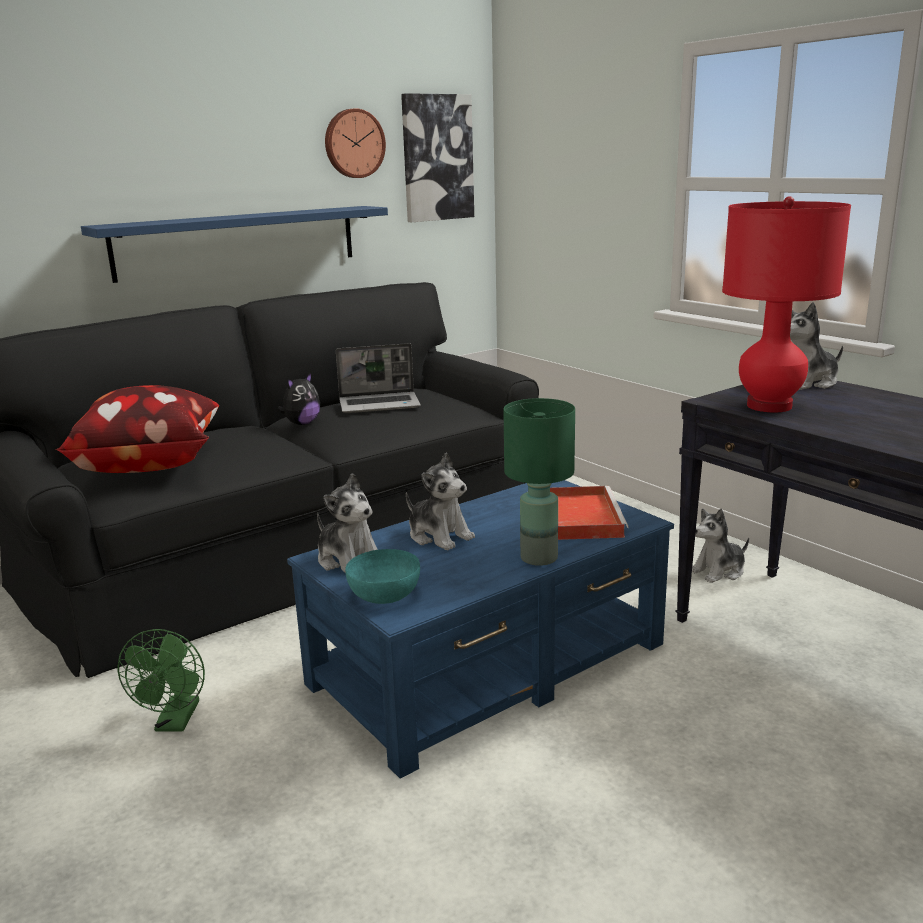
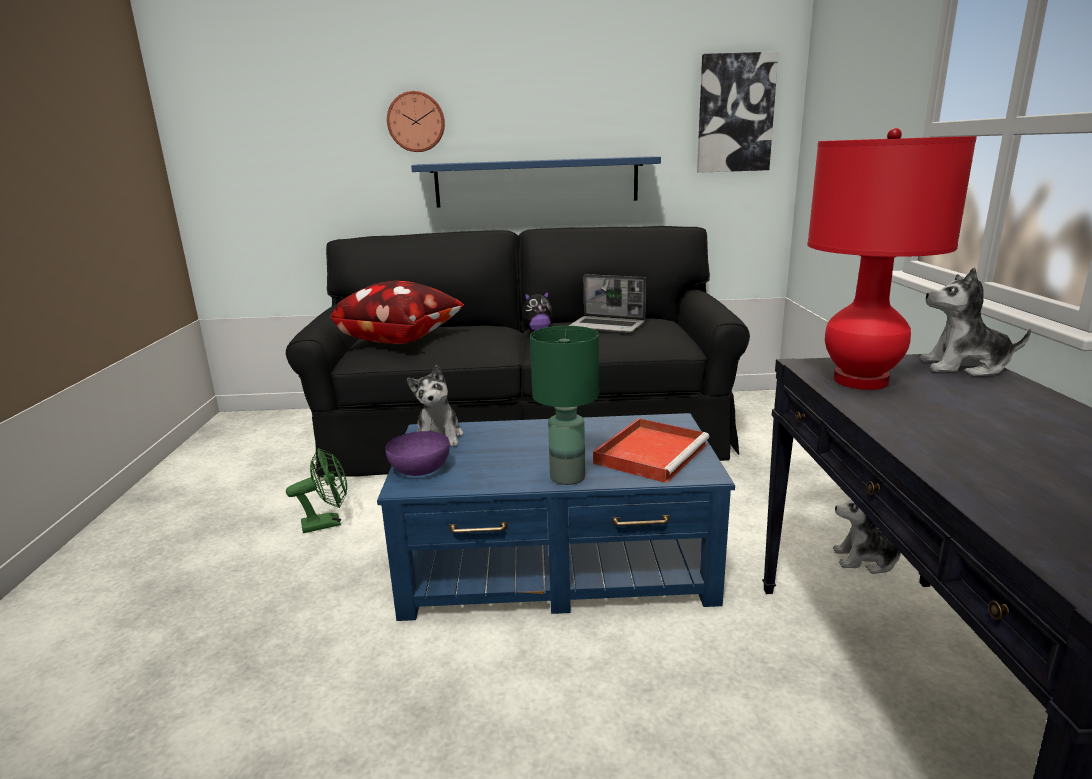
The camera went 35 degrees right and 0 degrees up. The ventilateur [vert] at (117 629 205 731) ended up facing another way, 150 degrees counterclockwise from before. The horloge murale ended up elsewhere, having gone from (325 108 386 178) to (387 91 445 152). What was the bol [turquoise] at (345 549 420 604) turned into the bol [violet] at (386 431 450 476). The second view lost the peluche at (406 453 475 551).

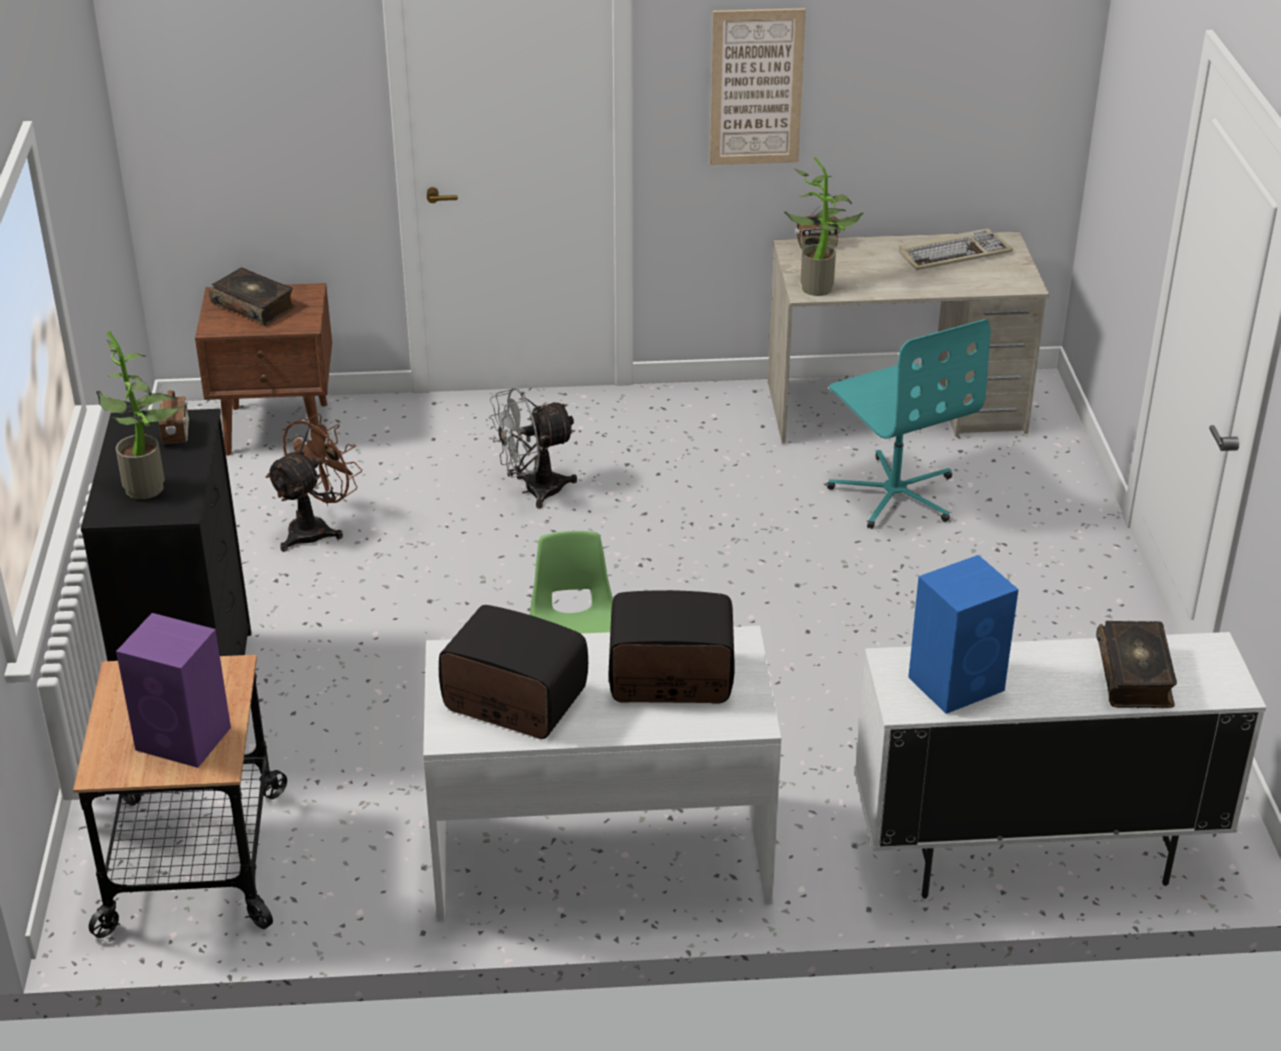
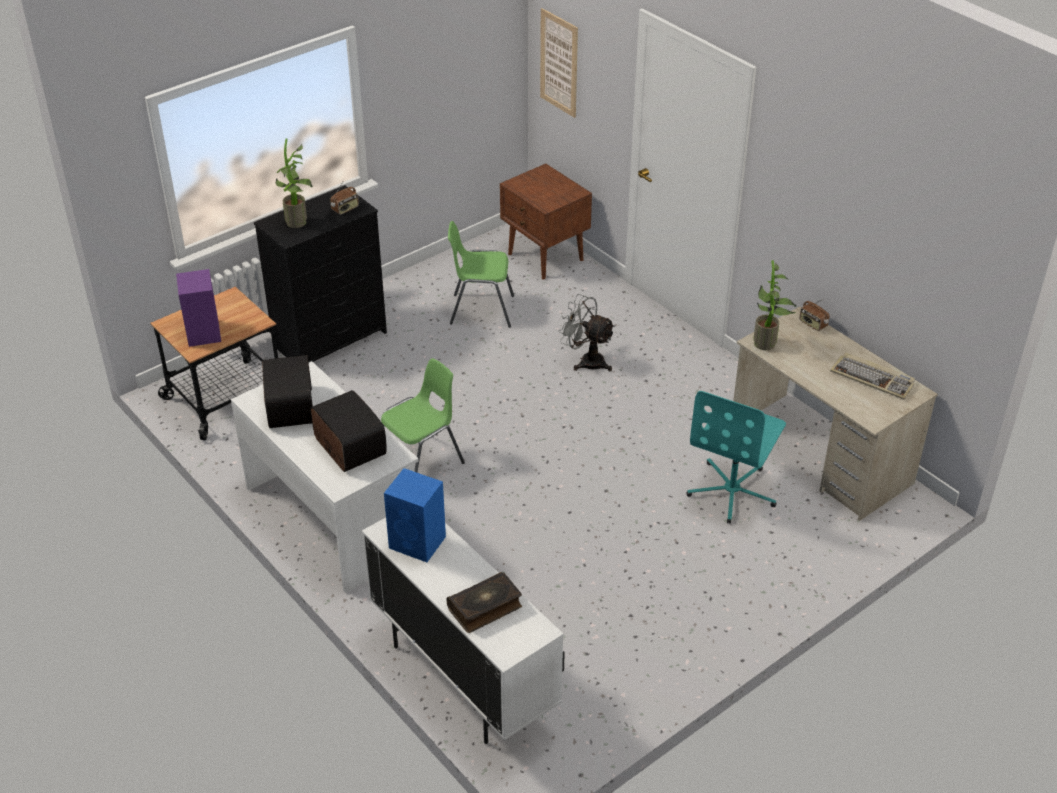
The camera went 55 degrees right and 5 degrees up. The second view lost the livre at (209 268 296 326). Where the ventilateur [marron] stood at (265 413 362 552), the chaise [vert] came to stand at (448 221 514 328). The tableau ended up elsewhere, having gone from (710 8 806 165) to (540 8 578 118).

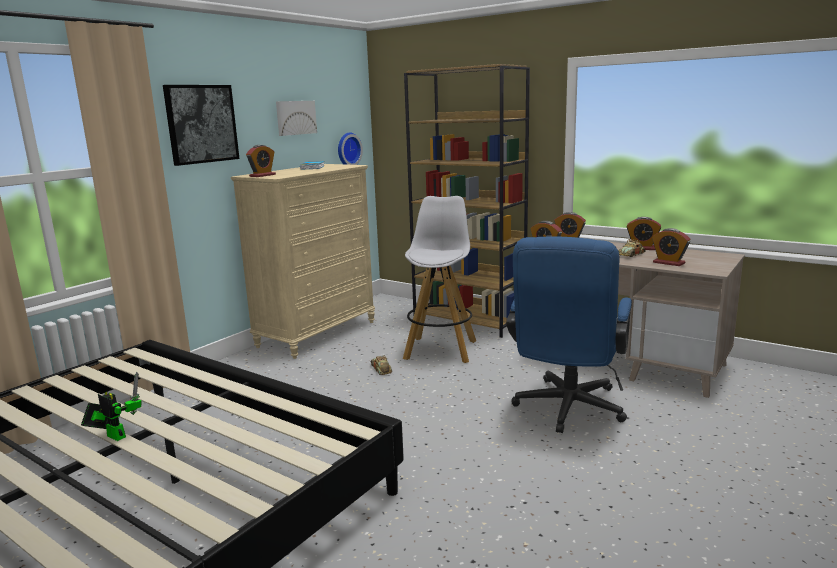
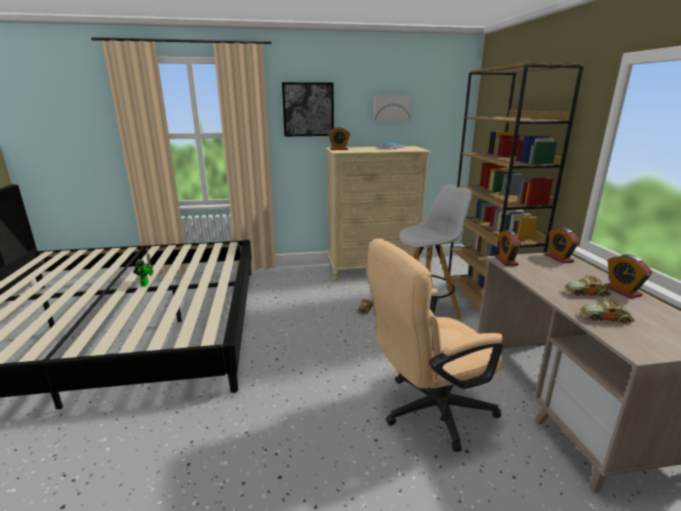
The camera went 45 degrees right and 5 degrees up. The second view lost the horloge murale at (338 132 363 165). What was the chaise de bureau [bleu] at (506 236 632 433) turned into the chaise de bureau [beige] at (367 239 503 452). Where the réveil stood at (652 228 690 266), the petite voiture came to stand at (580 298 635 323).

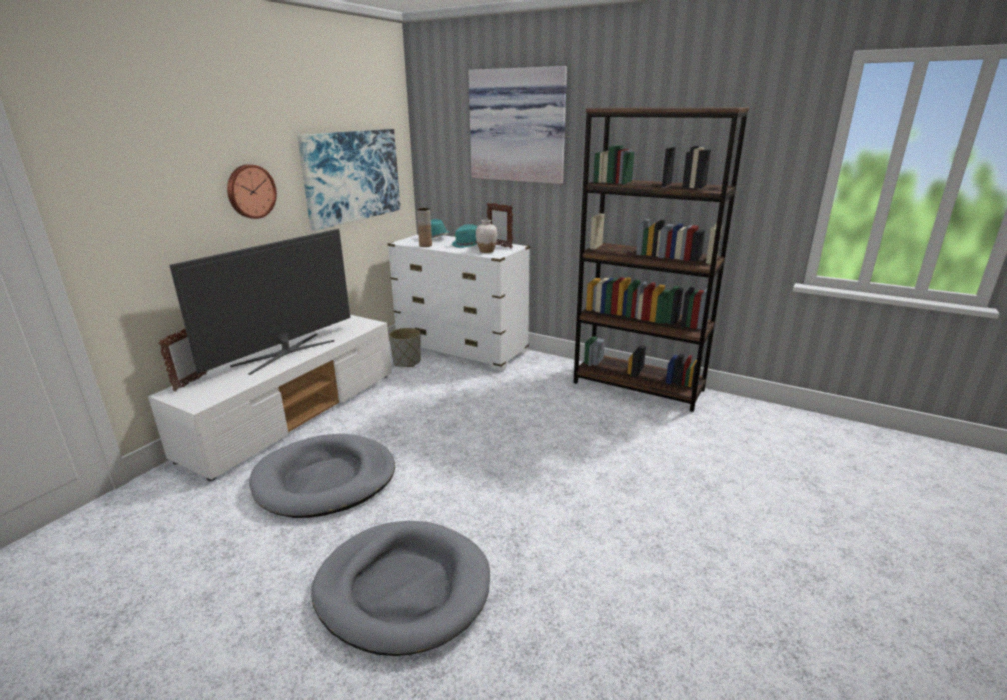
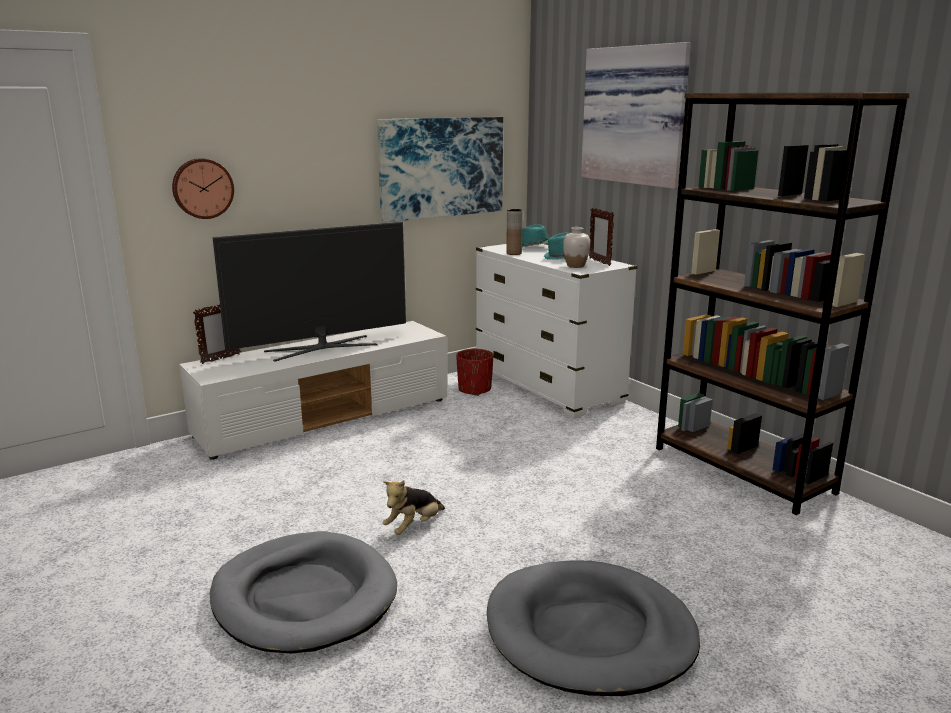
The camera went 25 degrees right and 5 degrees down. The horloge murale ended up elsewhere, having gone from (227 164 277 219) to (172 158 234 219). The panier pour chien [gris] ended up elsewhere, having gone from (249 434 395 518) to (487 560 700 696). What was the cache-pot [gris] at (389 328 421 367) turned into the cache-pot [rouge] at (456 349 493 396). The second view gained the peluche at (383 480 445 535).

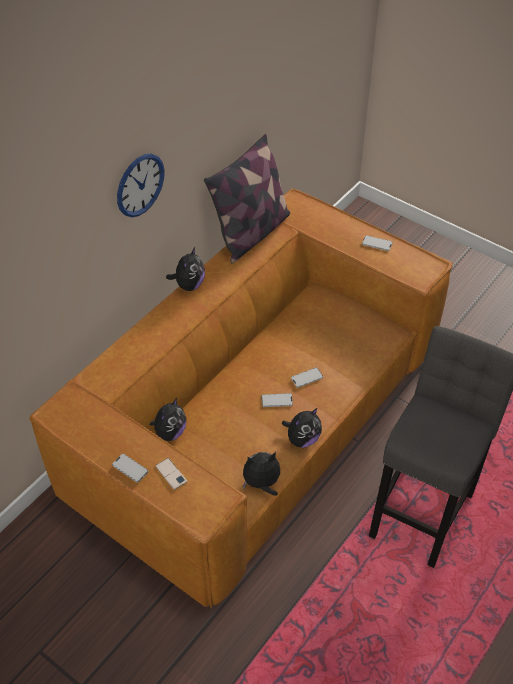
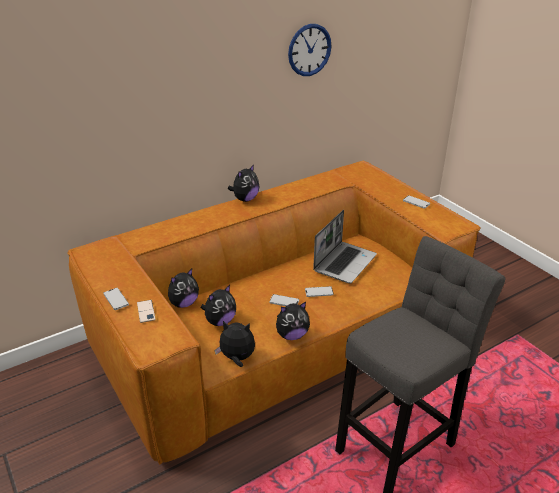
The camera went 20 degrees right and 15 degrees down. The horloge murale ended up elsewhere, having gone from (117 154 165 217) to (288 24 332 76). The second view lost the coussin at (204 134 290 264). The second view gained the peluche at (201 285 236 326). The second view gained the ordinateur portable at (313 210 377 283).

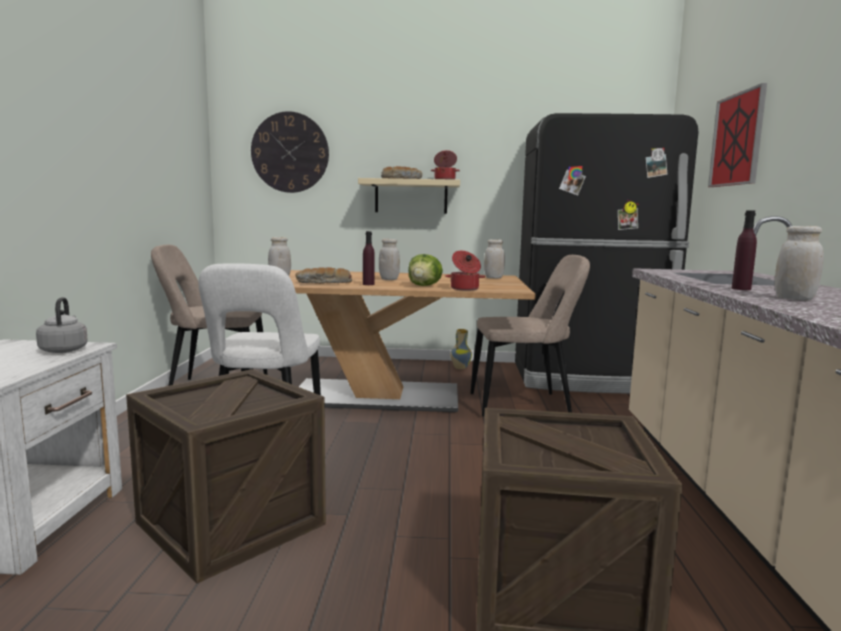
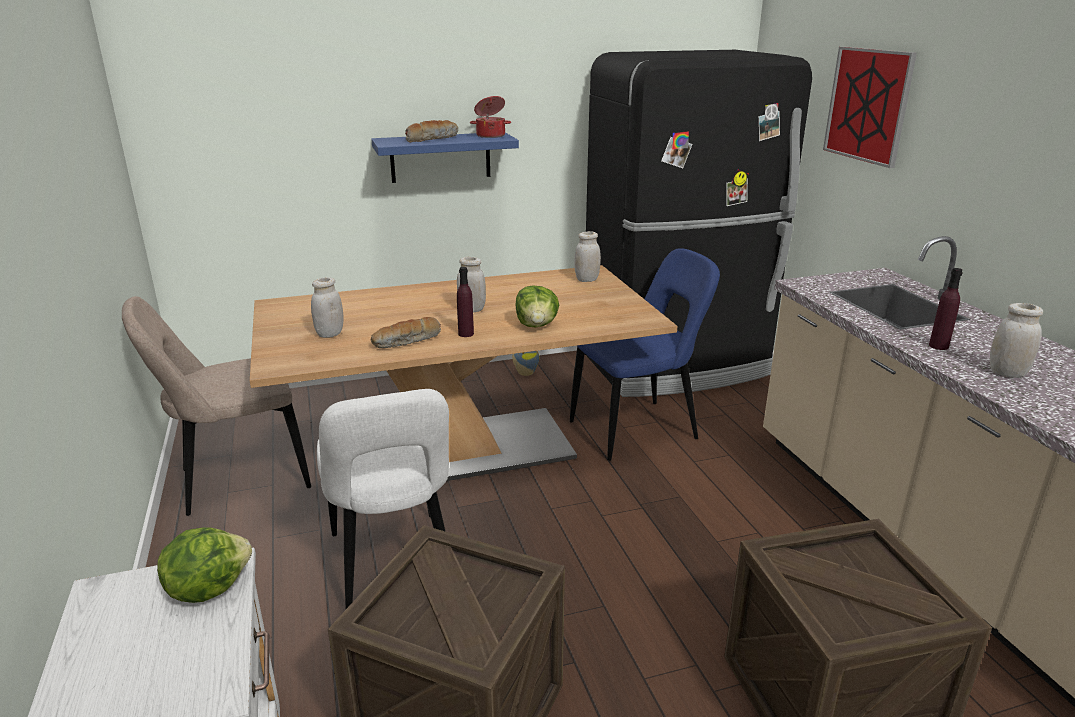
The camera went 20 degrees left and 15 degrees up. Where the bouilloire [gris] stood at (36 297 88 353), the laitue came to stand at (157 527 252 603). The second view lost the horloge murale at (251 111 329 193). What was the étagère [beige] at (358 178 460 214) turned into the étagère [bleu] at (371 133 519 183). The second view lost the marmite at (445 251 485 291). What was the chaise [beige] at (470 255 590 416) turned into the chaise [bleu] at (570 248 720 461).

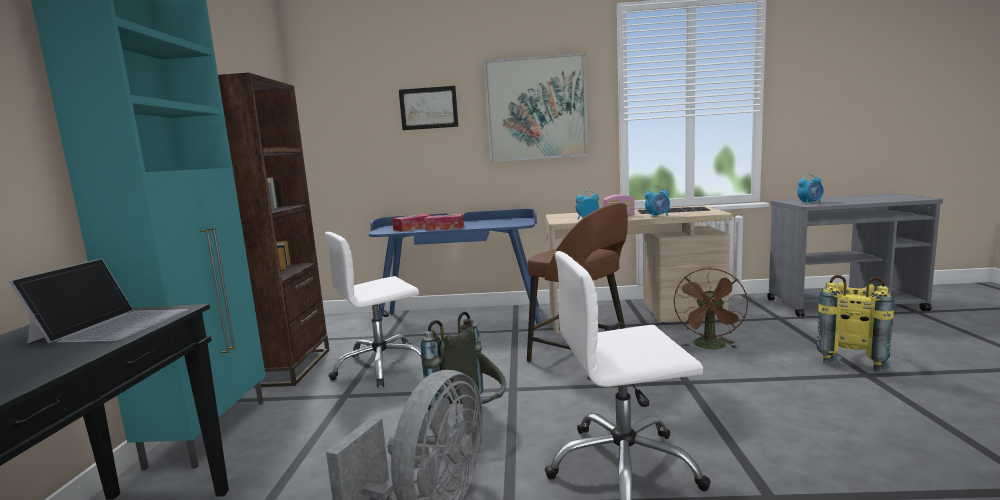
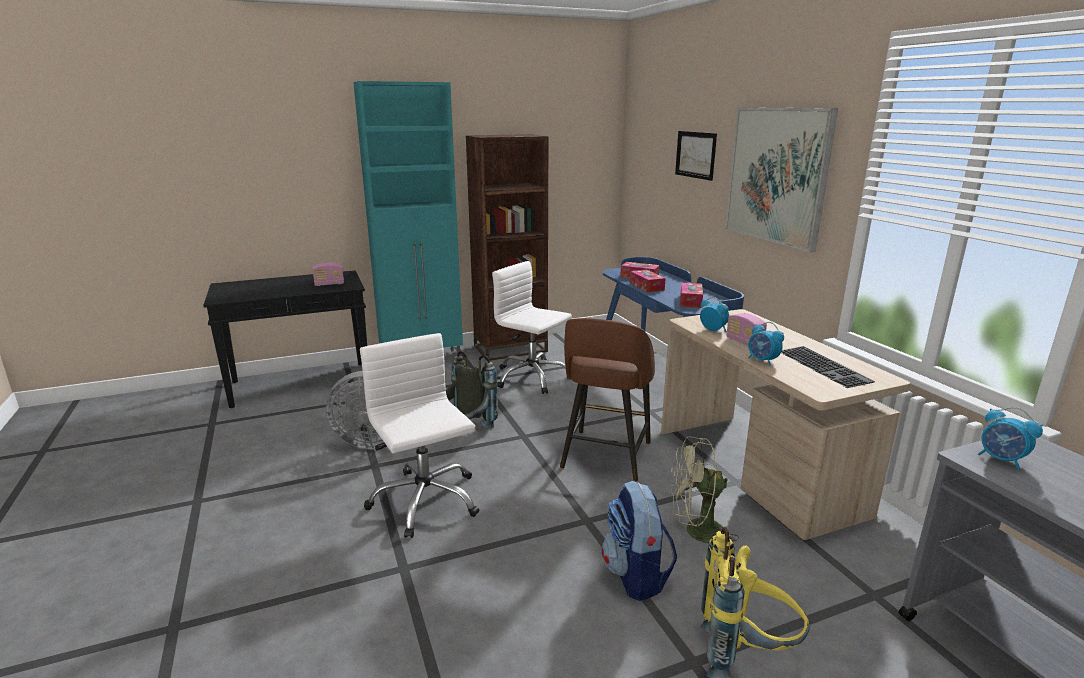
The camera went 65 degrees right and 10 degrees up. Where the ordinateur portable stood at (9 259 188 344), the radio came to stand at (313 262 344 286). What was the ventilateur [marron] at (674 268 748 349) turned into the ventilateur [vert] at (670 436 739 551). The second view gained the sac à dos at (602 480 677 601). The second view gained the boîte à mouchoirs at (680 283 703 308).

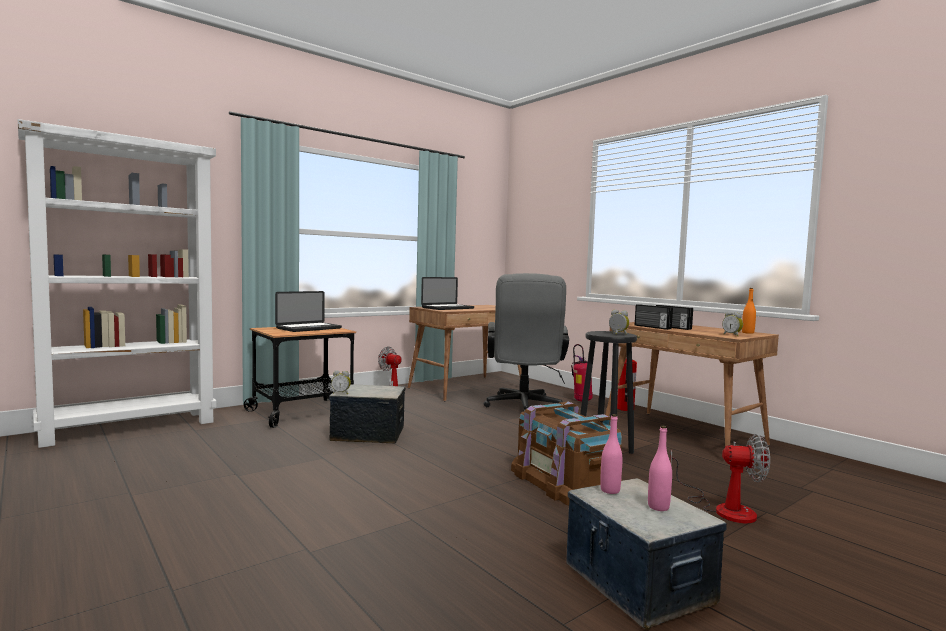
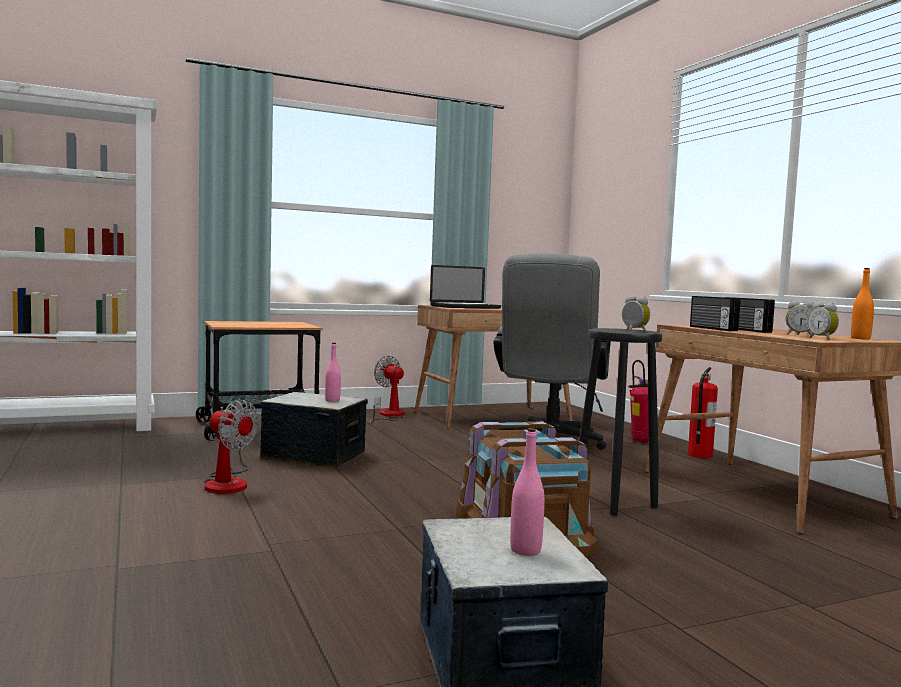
The camera went 15 degrees right and 0 degrees up. The second view lost the ordinateur portable at (275 291 342 332). The réveil ended up elsewhere, having gone from (331 370 351 394) to (786 301 814 335). The bouteille [rose] ended up elsewhere, having gone from (600 414 622 494) to (325 343 341 402). The ventilateur ended up elsewhere, having gone from (670 434 770 524) to (204 399 259 494).

